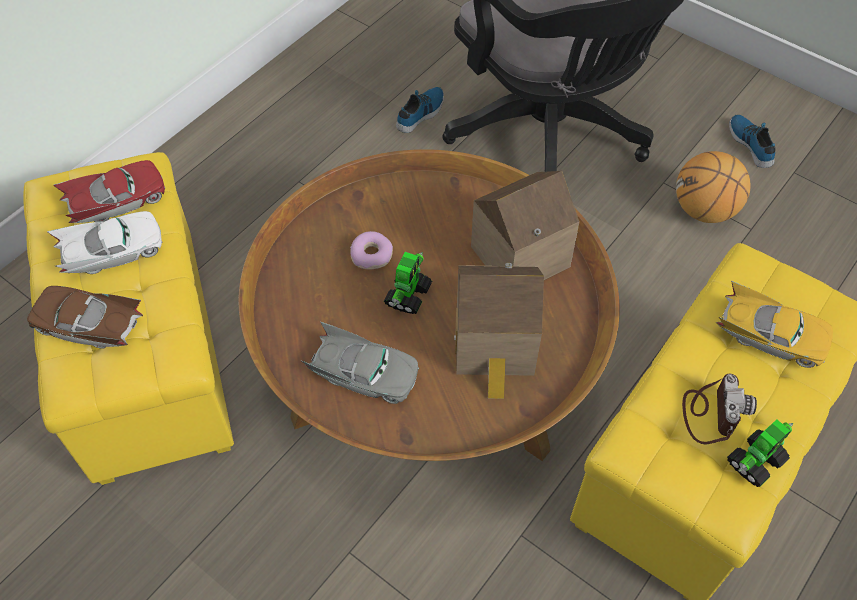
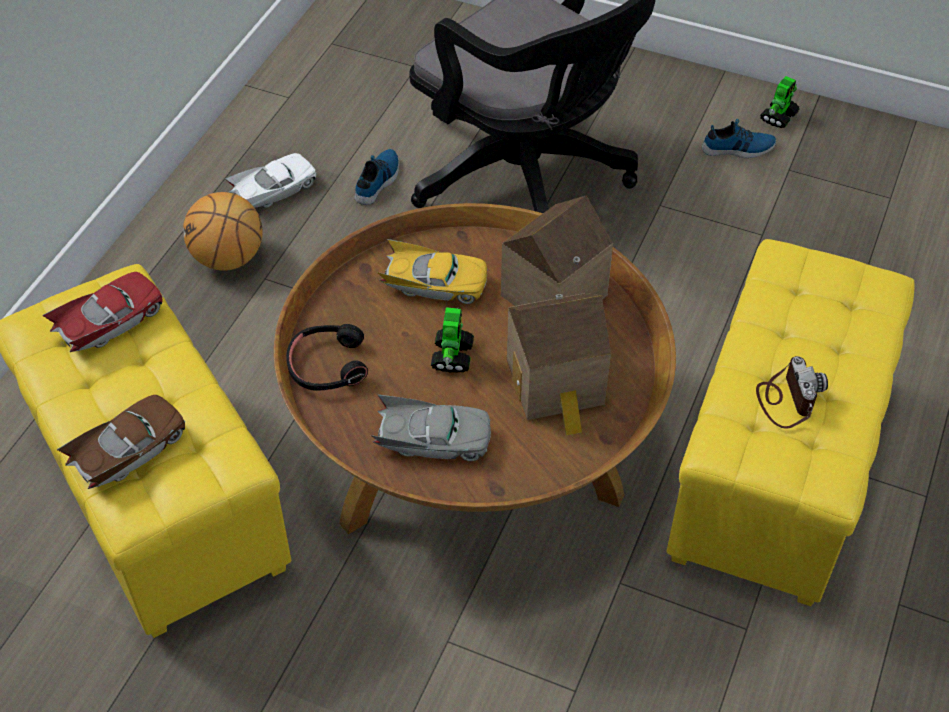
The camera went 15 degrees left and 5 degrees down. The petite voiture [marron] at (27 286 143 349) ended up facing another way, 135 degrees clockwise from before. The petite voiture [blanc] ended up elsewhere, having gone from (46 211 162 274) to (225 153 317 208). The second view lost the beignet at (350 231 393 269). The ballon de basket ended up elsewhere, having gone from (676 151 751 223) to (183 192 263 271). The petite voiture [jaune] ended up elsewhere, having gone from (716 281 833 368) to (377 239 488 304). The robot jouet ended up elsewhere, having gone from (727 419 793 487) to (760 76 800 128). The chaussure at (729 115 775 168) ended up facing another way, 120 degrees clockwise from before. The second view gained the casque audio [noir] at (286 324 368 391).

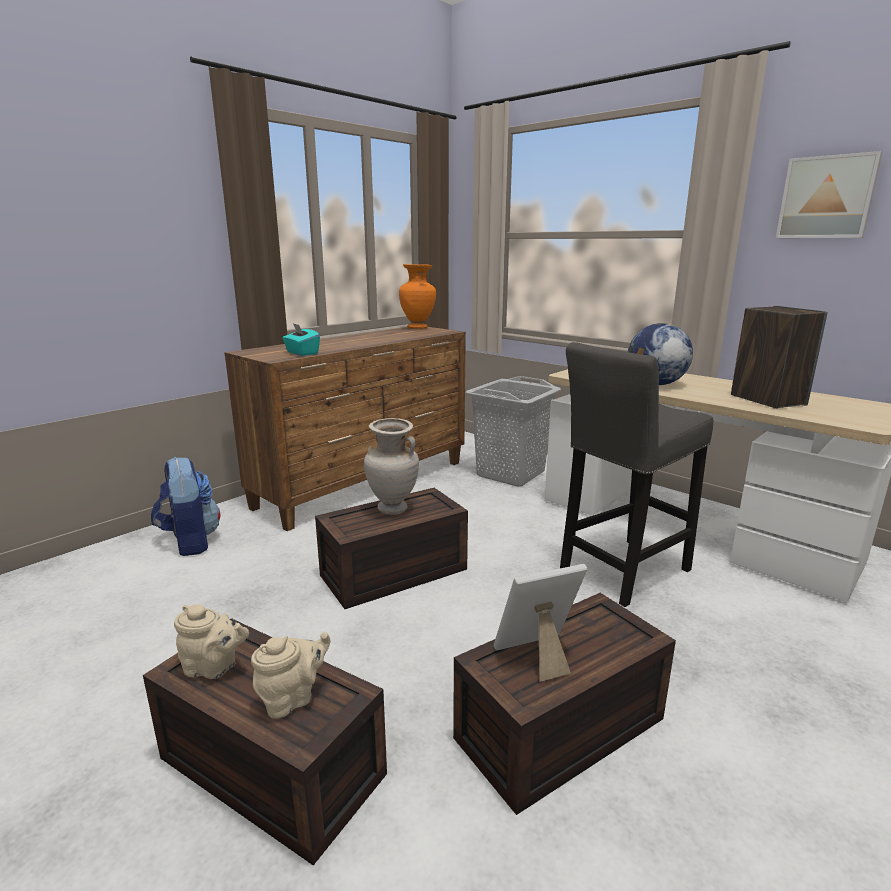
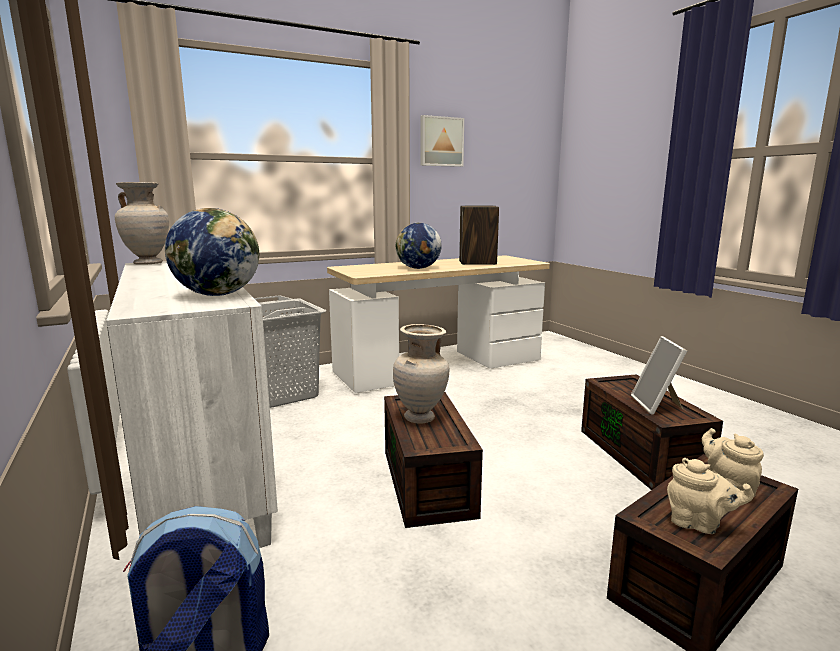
The camera went 70 degrees left and 5 degrees down. The théière [beige] at (174 604 249 679) ended up facing another way, 90 degrees clockwise from before. What was the commode [marron] at (224 327 466 531) turned into the commode [blanc] at (106 261 278 548). Where the boîte à mouchoirs [turquoise] stood at (282 323 320 356), the globe came to stand at (165 208 259 296). What was the vase [orange] at (399 264 436 329) turned into the vase [beige] at (115 182 169 265). The second view lost the tabouret [gris] at (560 342 713 607).

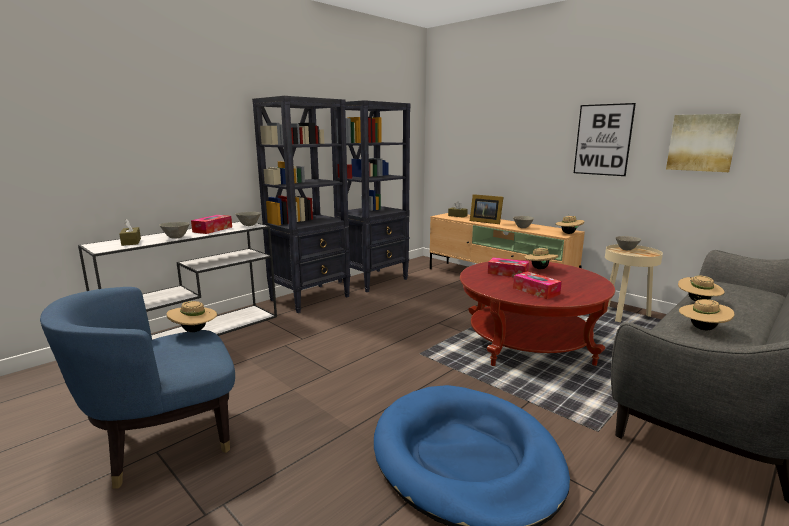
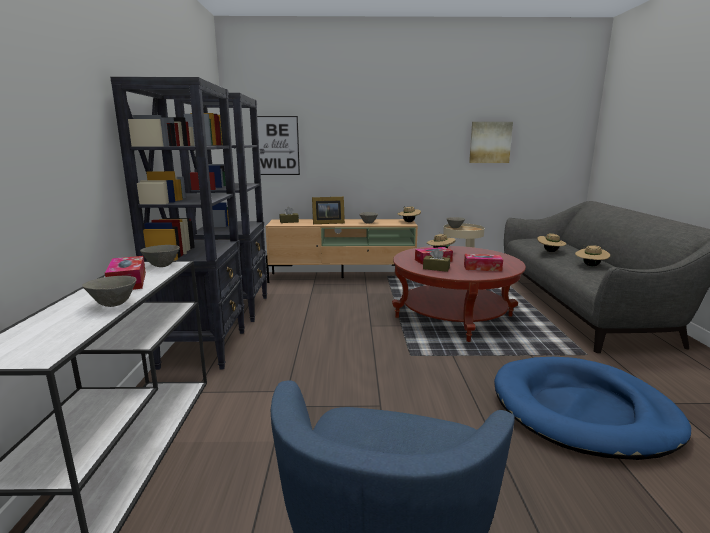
The camera went 45 degrees left and 0 degrees up. The boîte à mouchoirs [marron] ended up elsewhere, having gone from (119 219 141 246) to (423 248 450 272). The second view lost the chapeau [beige] at (167 301 217 332). The tableau ended up elsewhere, having gone from (574 103 636 176) to (257 116 300 175).

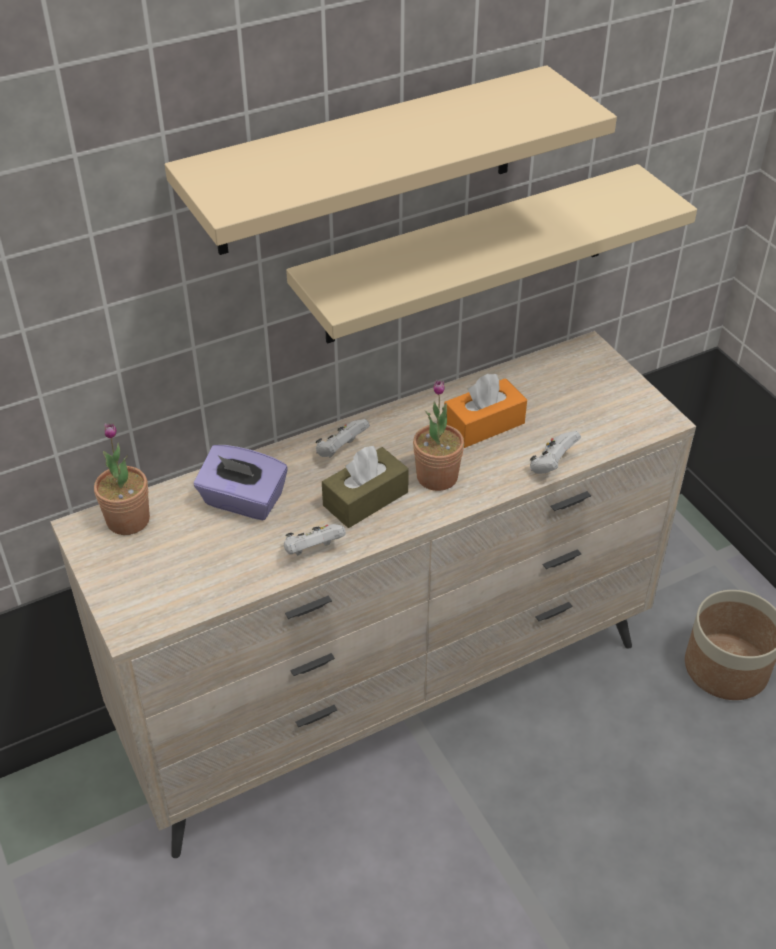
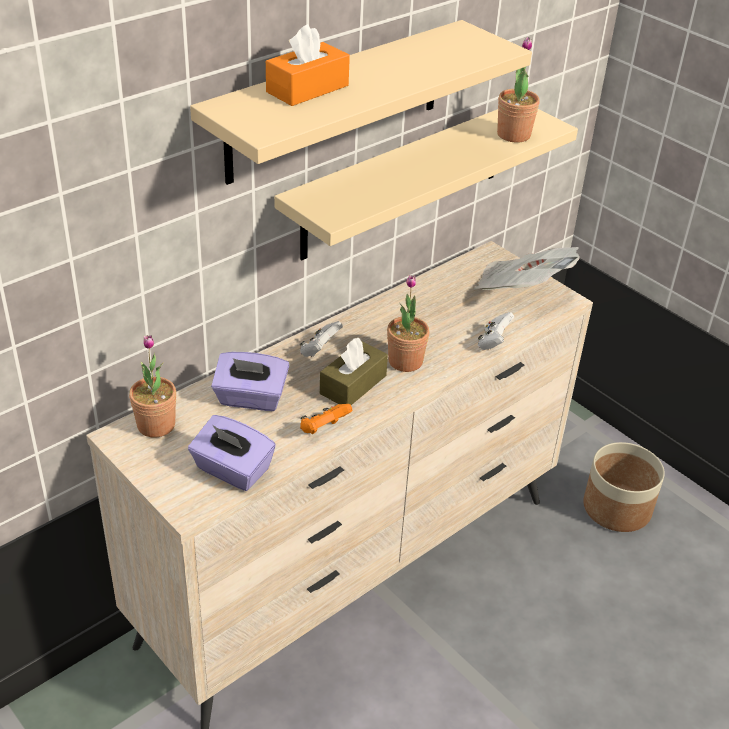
The camera went 15 degrees left and 5 degrees down. What was the manette [blanc] at (284 524 346 556) turned into the manette [orange] at (300 404 353 434). The boîte à mouchoirs [orange] ended up elsewhere, having gone from (444 374 527 448) to (266 24 350 106). The second view gained the boîte à mouchoirs [violet] at (188 415 276 491). The second view gained the journal at (474 247 579 290). The second view gained the plante en pot at (497 37 540 142).

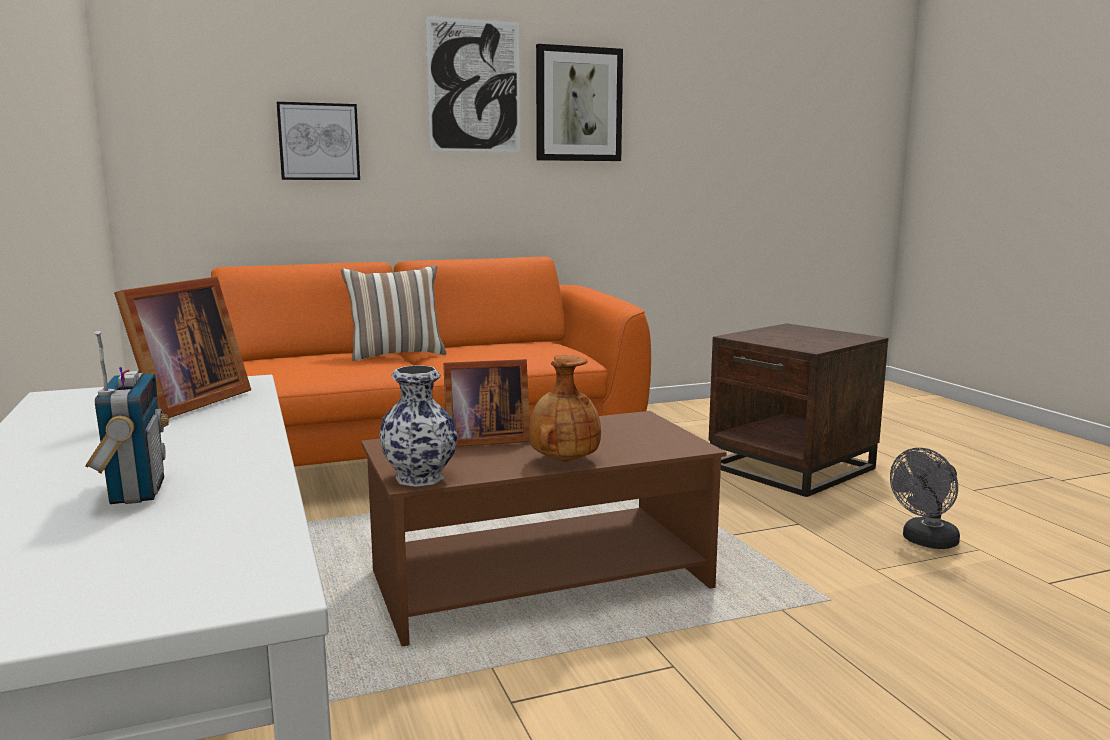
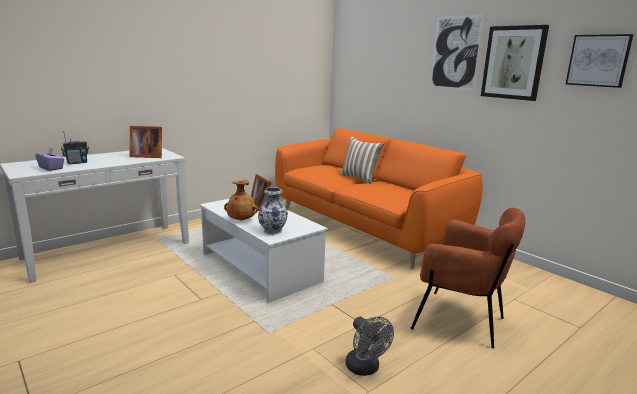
The camera went 70 degrees right and 5 degrees up. The tableau ended up elsewhere, having gone from (277 102 360 180) to (566 34 634 88). What was the table basse [marron] at (361 411 727 647) turned into the table basse [blanc] at (200 199 328 303). The vase ended up elsewhere, having gone from (379 365 458 487) to (258 187 288 234). Where the table d'appoint [marron] stood at (709 323 888 497), the fauteuil [marron] came to stand at (411 208 525 348). The ventilateur [gris] at (890 448 960 549) ended up facing another way, 150 degrees counterclockwise from before. The second view gained the boîte à mouchoirs [violet] at (35 147 65 171).

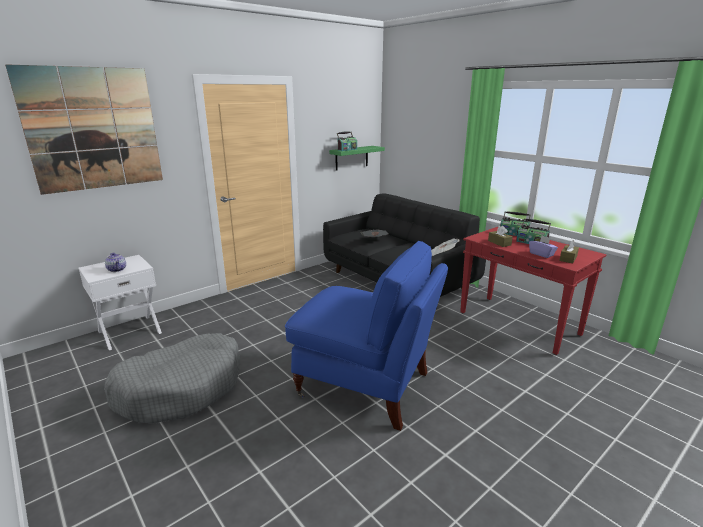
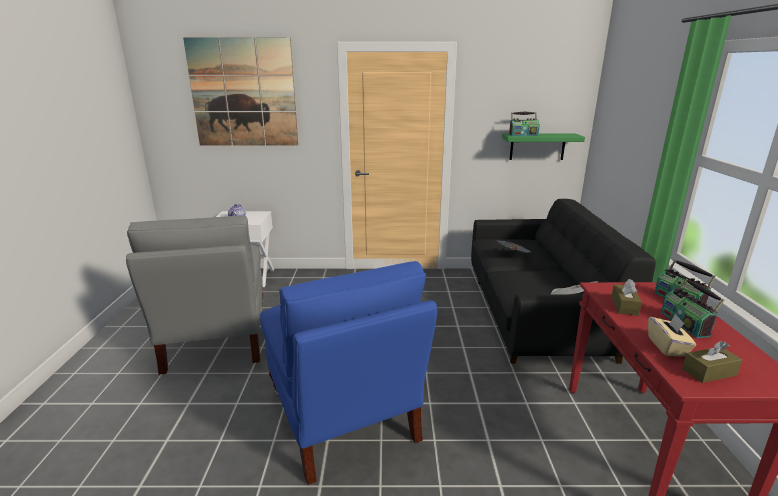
The camera went 40 degrees right and 0 degrees up. Where the panier pour chien [gris] stood at (104 333 240 424), the fauteuil [gris] came to stand at (126 216 263 375). What was the boîte à mouchoirs [violet] at (529 236 558 258) turned into the boîte à mouchoirs [beige] at (648 314 696 357).

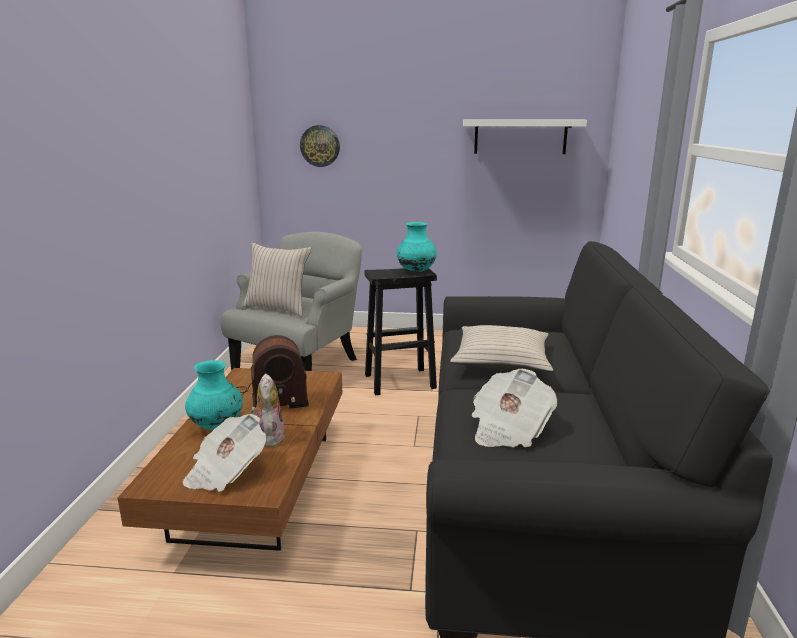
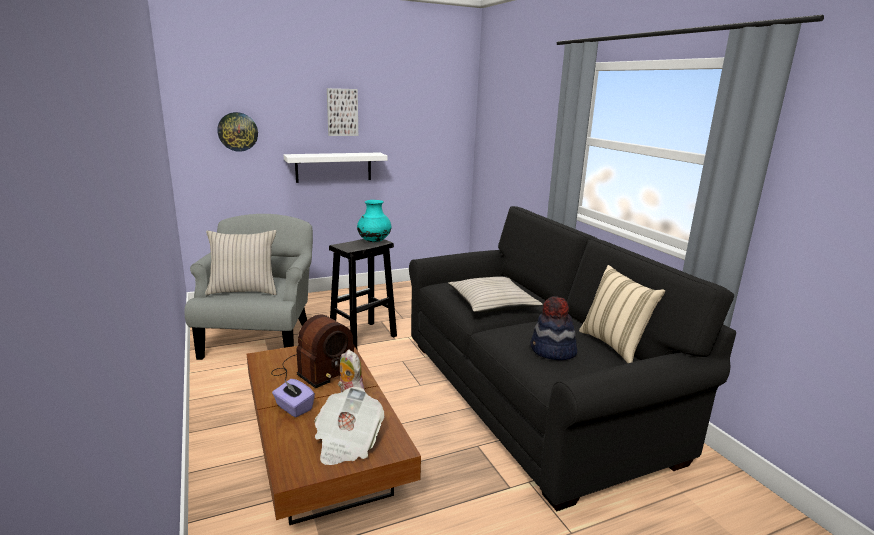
The camera went 30 degrees left and 0 degrees up. Where the vase [turquoise] stood at (185 360 243 430), the boîte à mouchoirs [violet] came to stand at (272 379 315 417). The étagère [blanc] ended up elsewhere, having gone from (463 119 587 154) to (283 152 388 183). Where the journal stood at (472 369 557 447), the chapeau came to stand at (530 296 577 360). The second view gained the tableau at (327 88 358 136). The second view gained the coussin [beige] at (579 265 665 363).

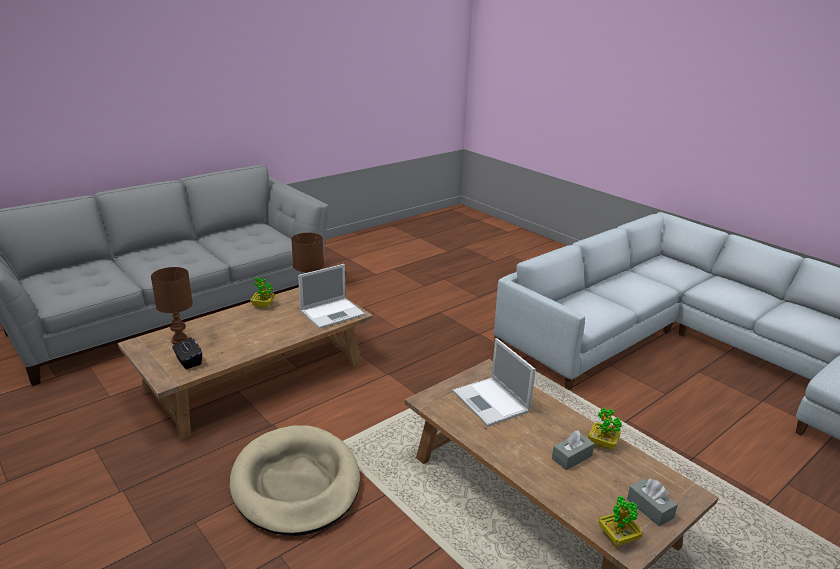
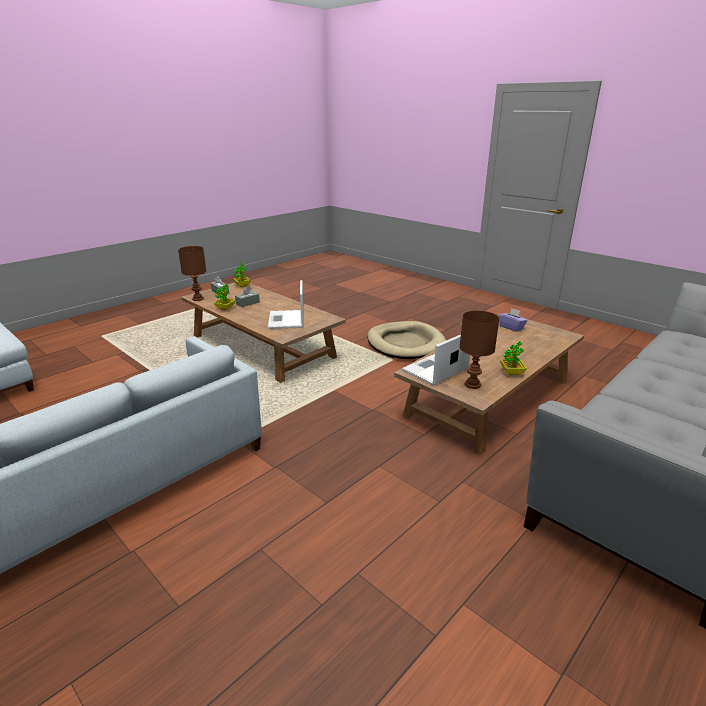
The camera went 175 degrees right and 0 degrees up. The lampe de table [marron] ended up elsewhere, having gone from (151 267 193 345) to (178 246 206 301). What was the boîte à mouchoirs [noir] at (172 337 202 369) turned into the boîte à mouchoirs [violet] at (499 308 527 332). The ordinateur portable at (453 338 536 427) ended up facing another way, 150 degrees counterclockwise from before.

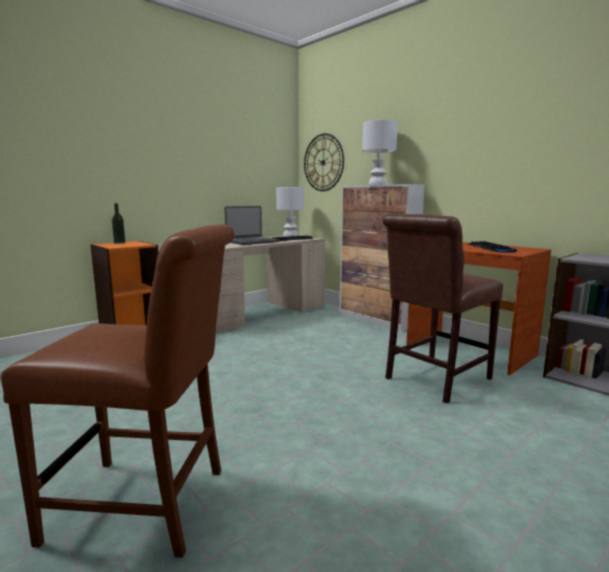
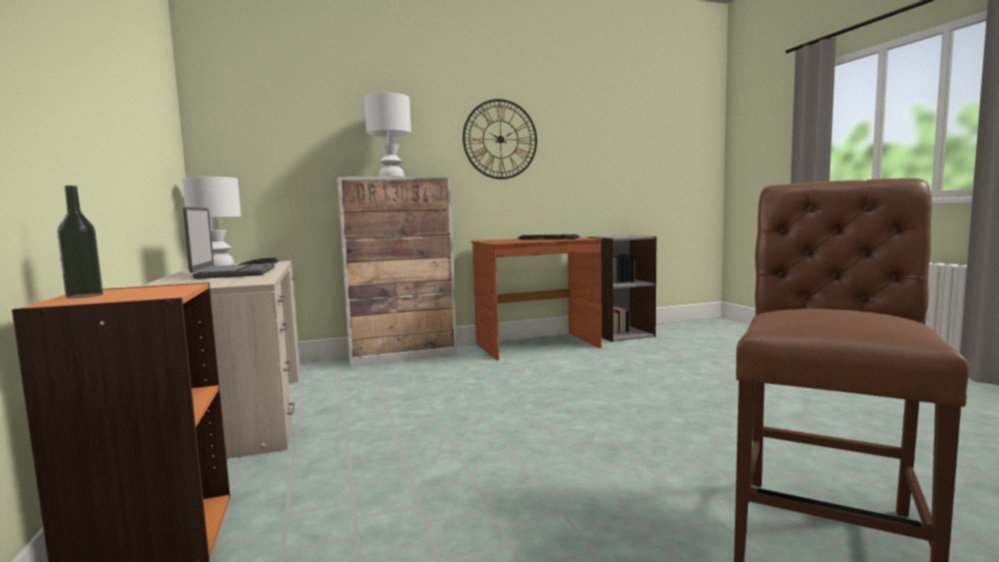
The camera went 65 degrees left and 5 degrees down. The horloge murale ended up elsewhere, having gone from (304 133 344 191) to (463 99 537 179). The second view lost the chaise [marron] at (382 214 503 404).

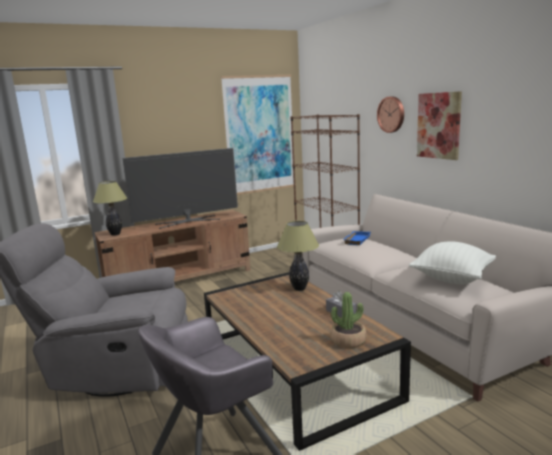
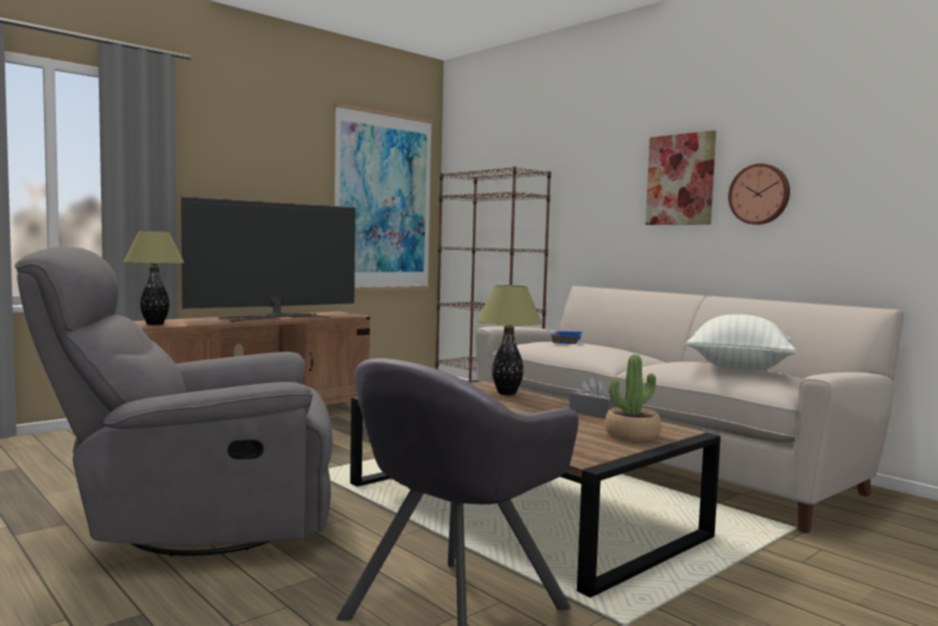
The camera went 15 degrees left and 10 degrees down. The horloge murale ended up elsewhere, having gone from (377 96 404 133) to (728 163 790 225).

